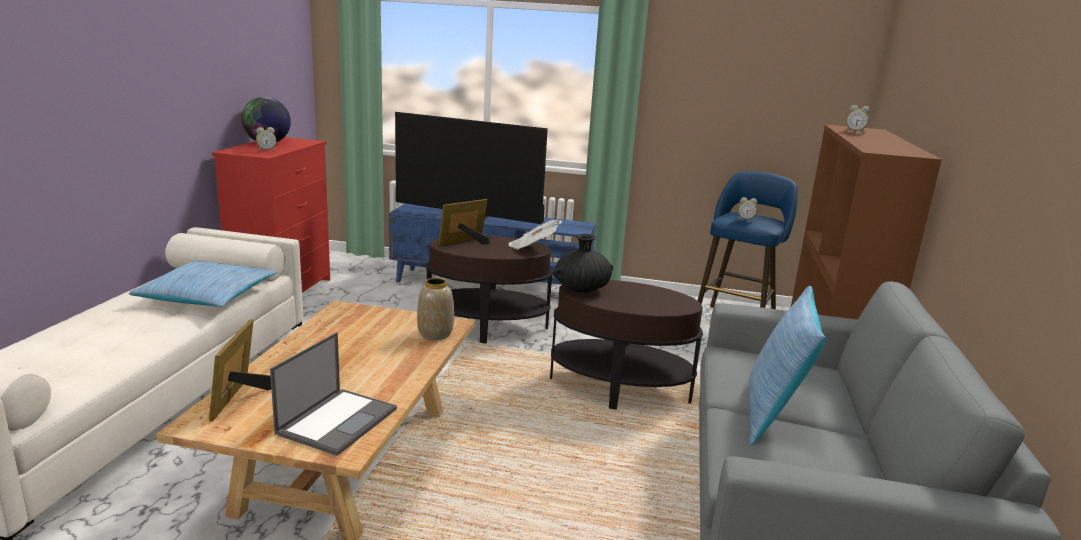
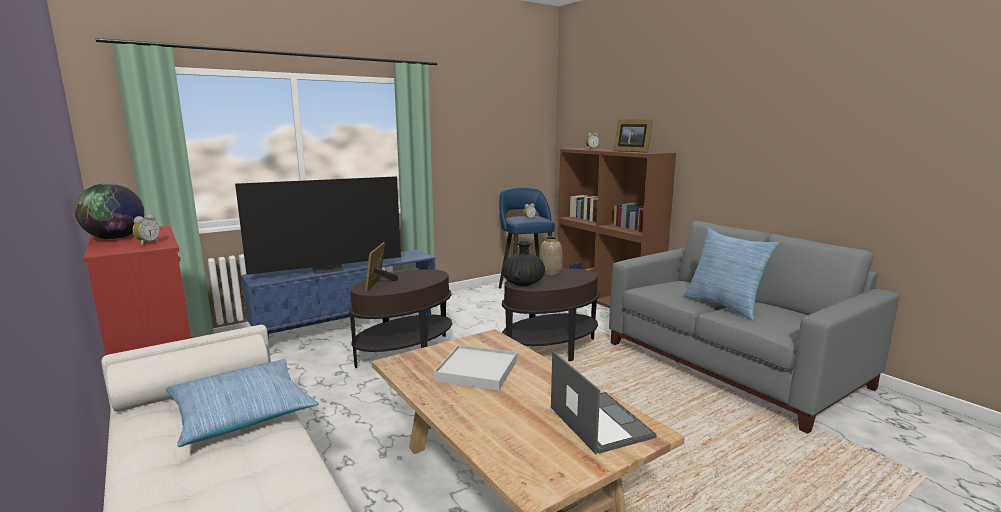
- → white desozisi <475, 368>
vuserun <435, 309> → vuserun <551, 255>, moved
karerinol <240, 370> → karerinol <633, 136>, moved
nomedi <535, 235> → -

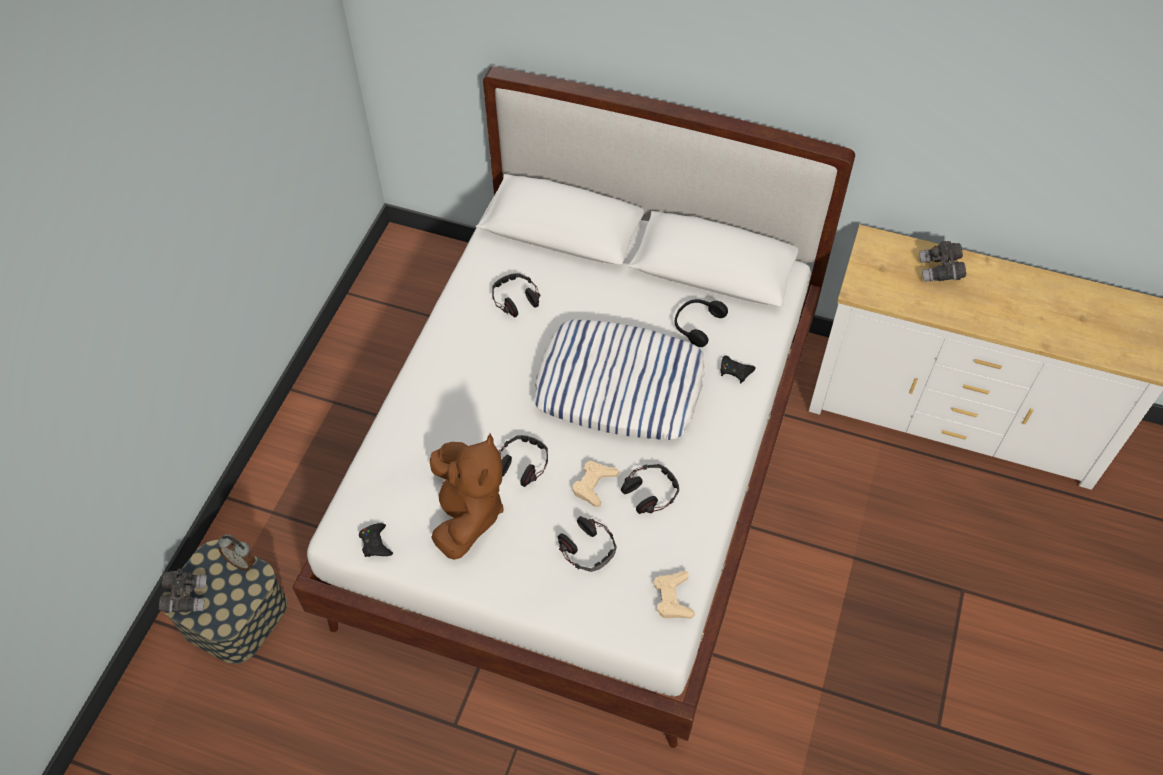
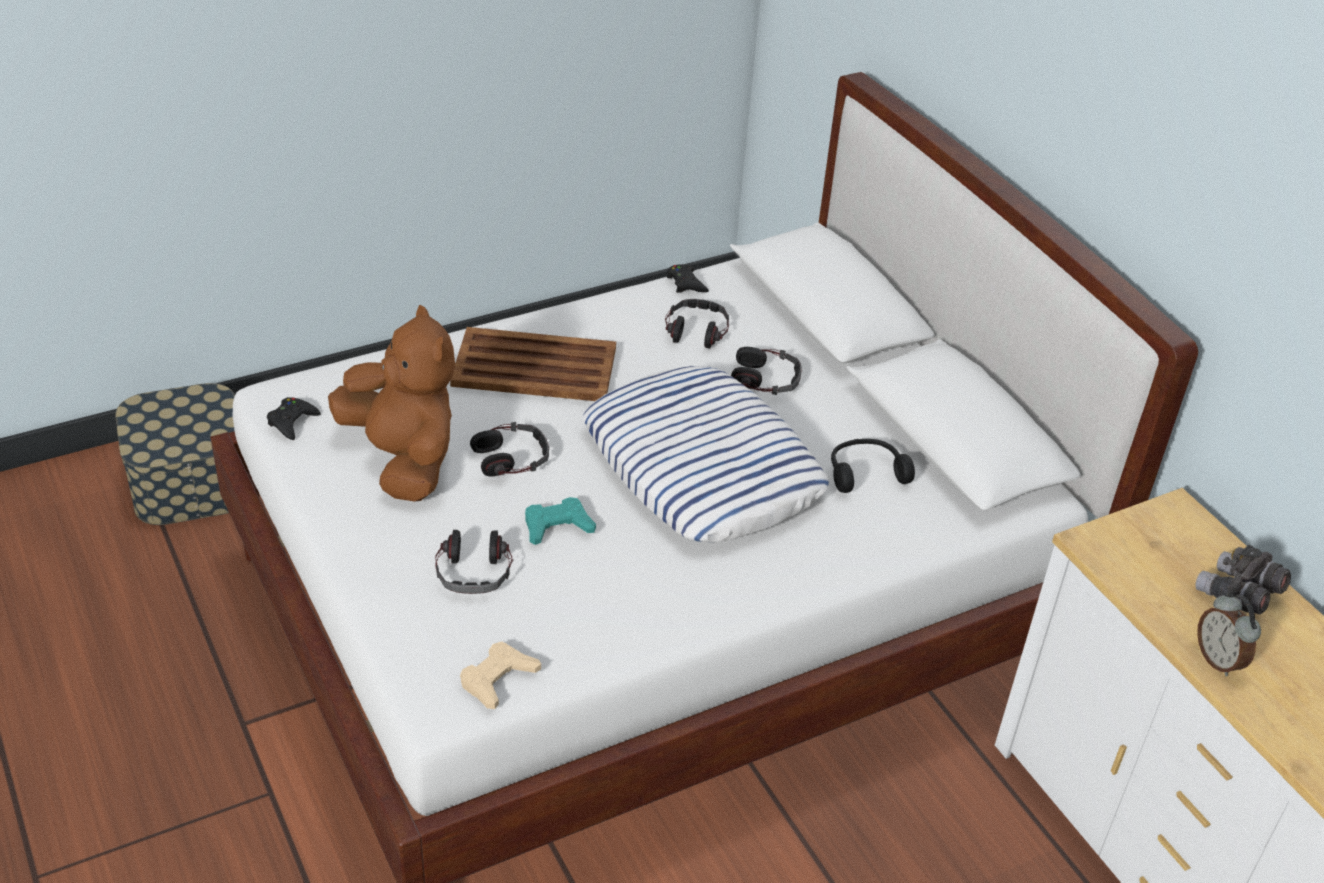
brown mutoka <467, 497> → brown mutoka <391, 403>, 75 degrees counterclockwise
- → brown desozisi <533, 364>
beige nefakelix <596, 484> → turquoise nefakelix <560, 521>
black nefakelix <738, 369> → black nefakelix <688, 278>, moved
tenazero <650, 489> → tenazero <766, 371>, moved
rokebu <237, 552> → rokebu <1229, 635>, moved
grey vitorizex <183, 591> → -

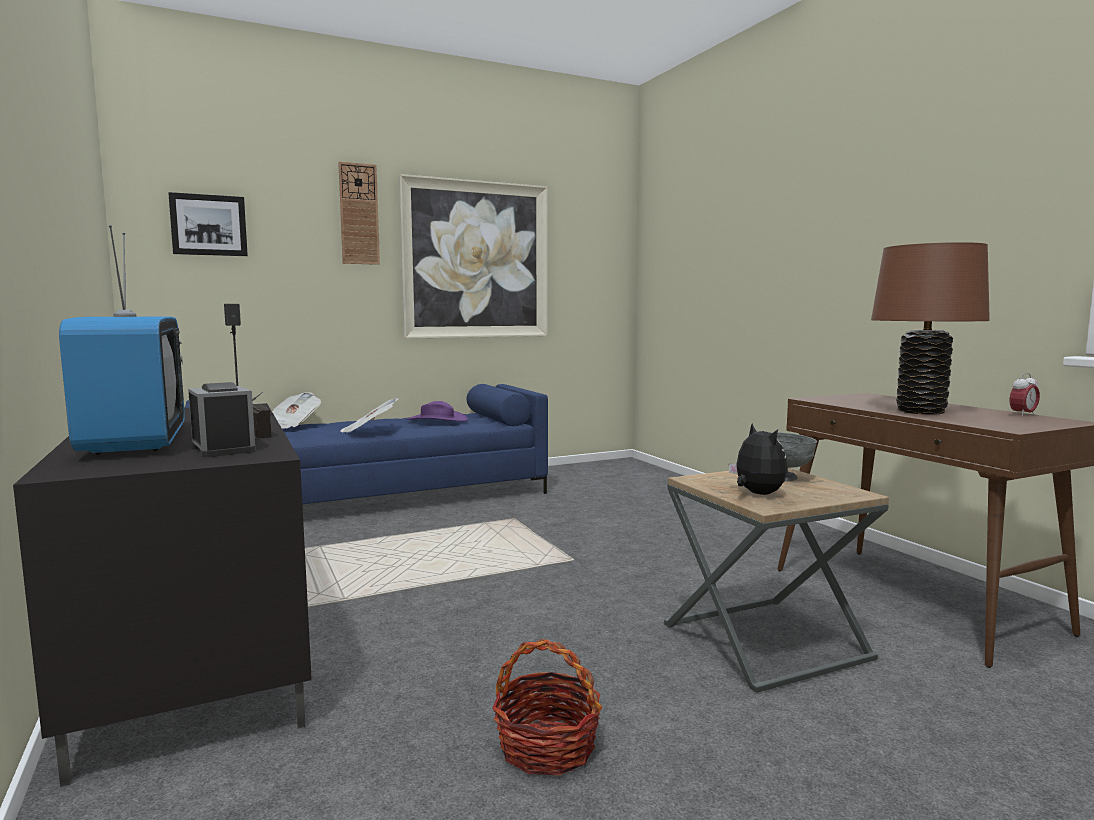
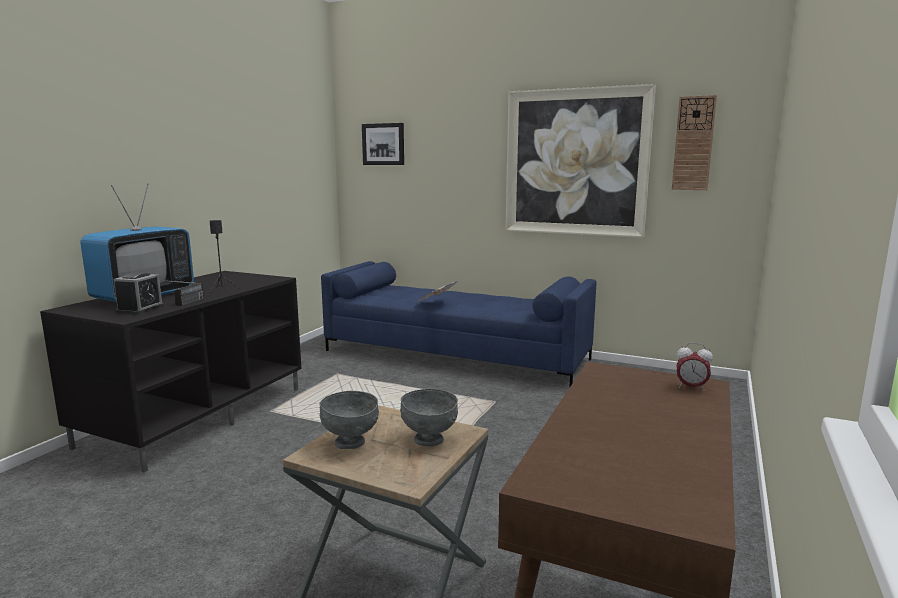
mutoka <758, 459> → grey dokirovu <349, 420>
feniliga <359, 213> → feniliga <694, 142>, moved
rokebu <1025, 395> → rokebu <695, 367>, moved
nomedi <296, 410> → -
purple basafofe <437, 411> → -
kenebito <547, 707> → -
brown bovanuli <930, 328> → -

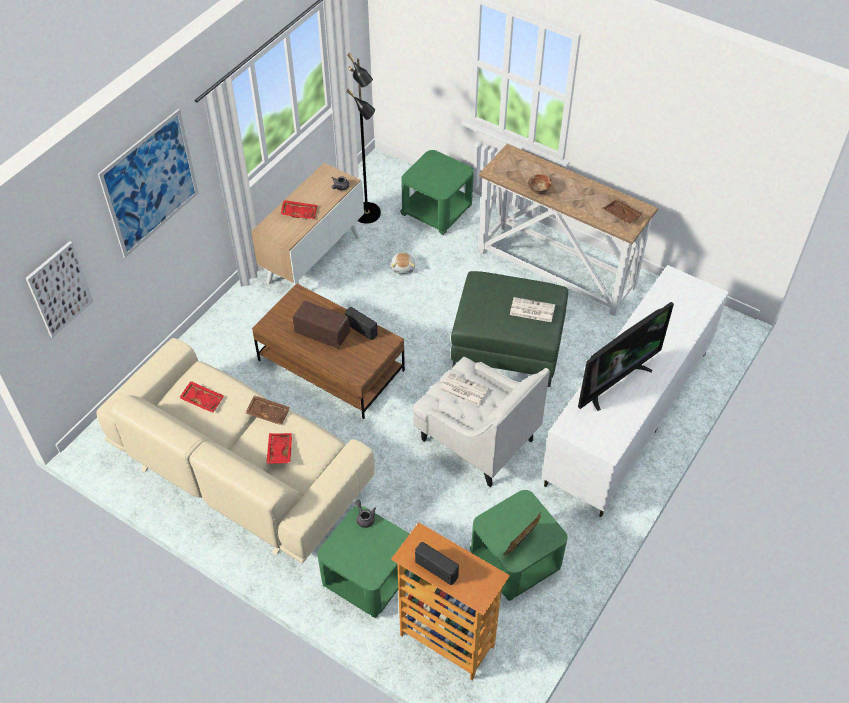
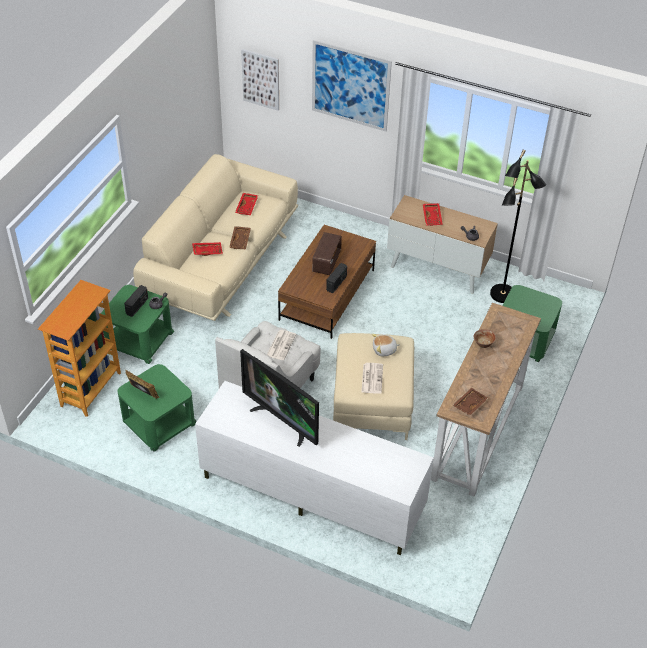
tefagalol <437, 563> → tefagalol <136, 301>, moved
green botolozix <509, 329> → beige botolozix <373, 386>
mutoka <403, 263> → mutoka <386, 345>, moved

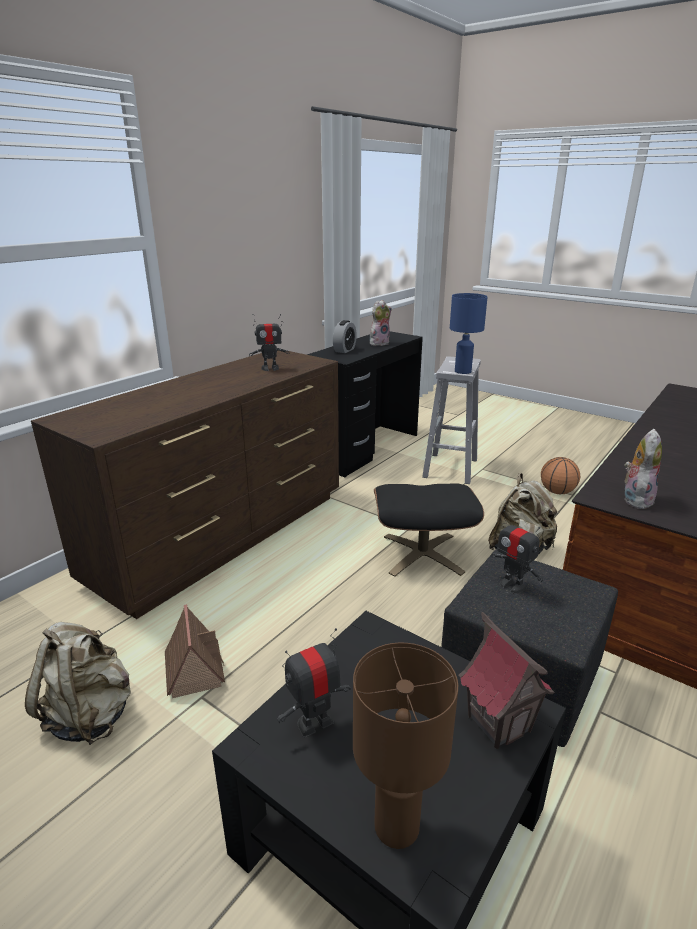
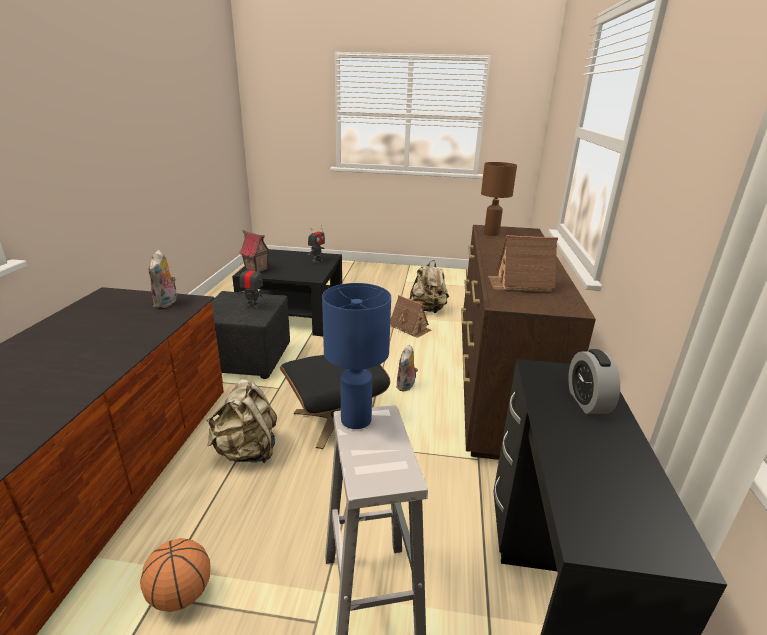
mutoka <381, 323> → mutoka <407, 368>, moved
brown bovanuli <405, 745> → brown bovanuli <499, 199>, moved
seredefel <269, 342> → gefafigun <523, 263>

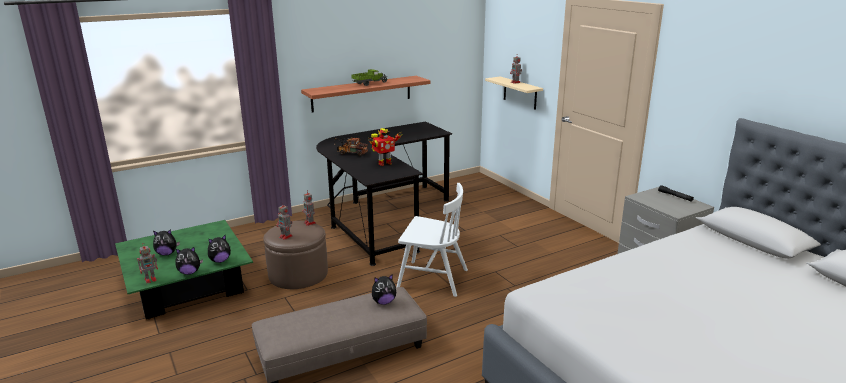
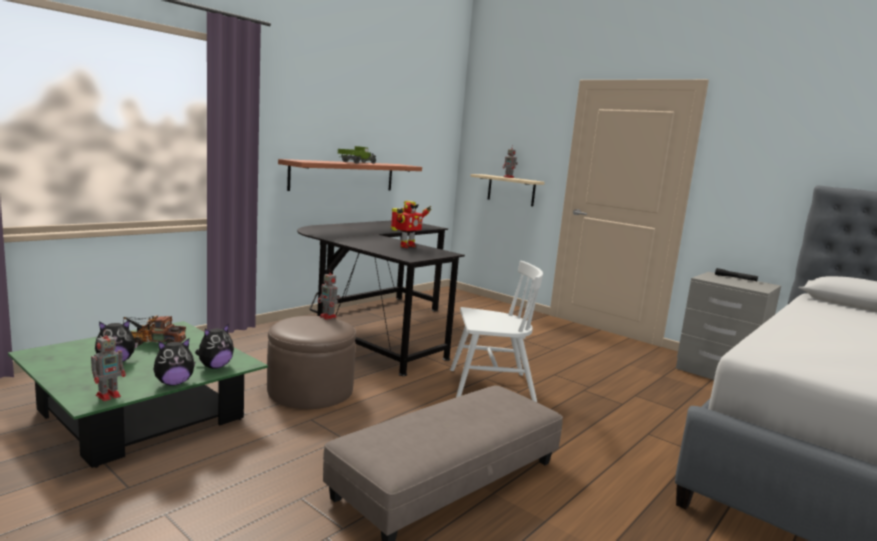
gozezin <351, 146> → gozezin <154, 330>, moved
seredefel <284, 221> → -
mutoka <384, 289> → -

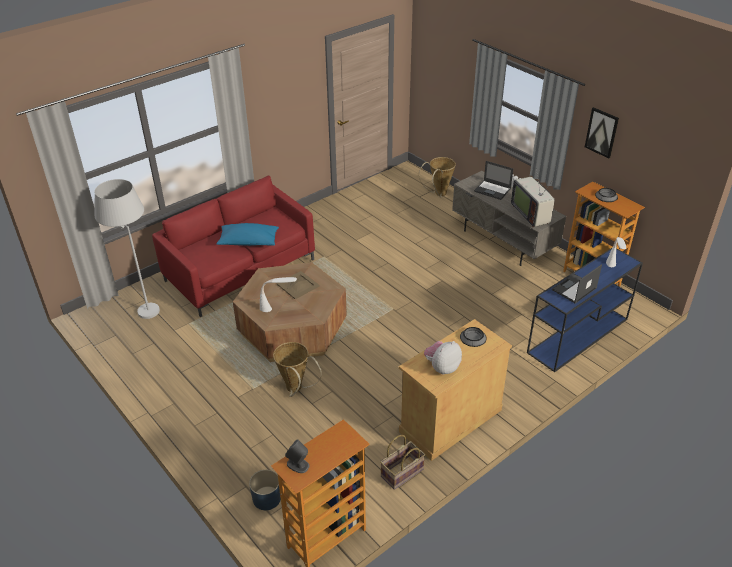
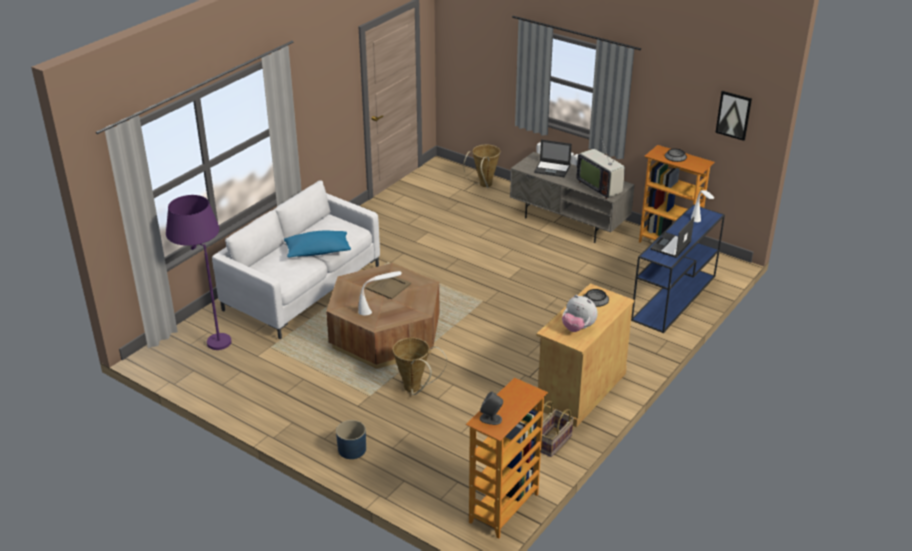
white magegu <127, 249> → purple magegu <199, 272>
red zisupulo <233, 246> → white zisupulo <296, 259>
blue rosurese <265, 490> → blue rosurese <351, 439>, moved
mutoka <443, 357> → mutoka <580, 313>, 90 degrees counterclockwise
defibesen <602, 132> → defibesen <733, 116>, moved

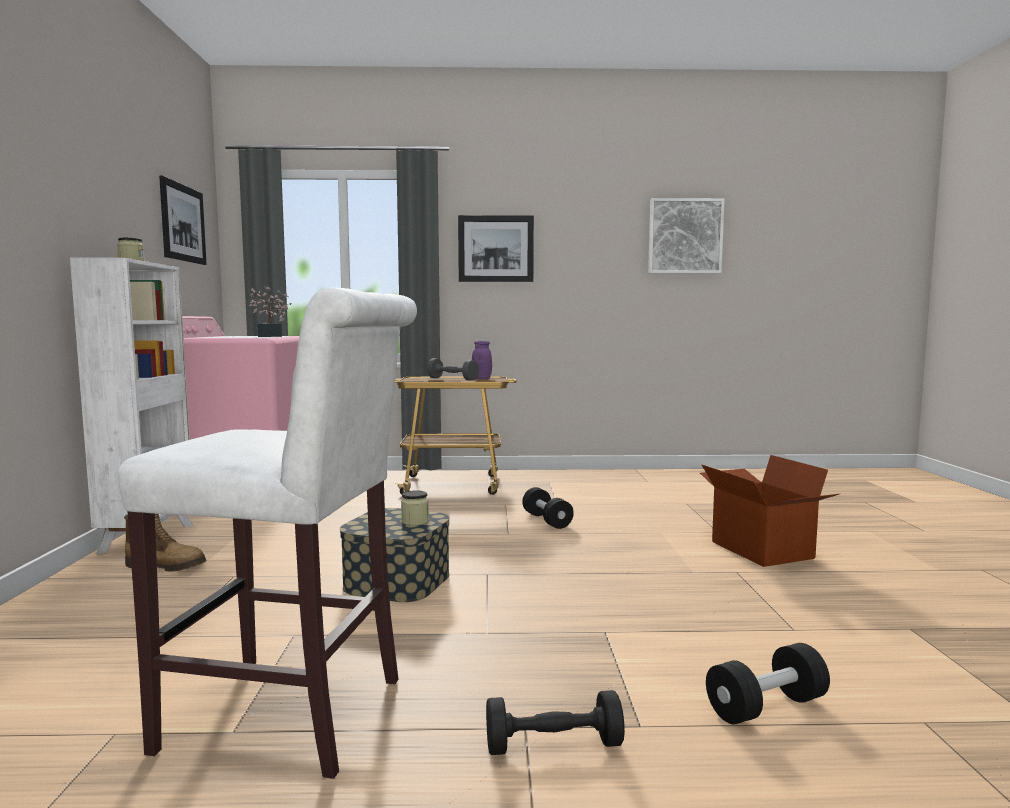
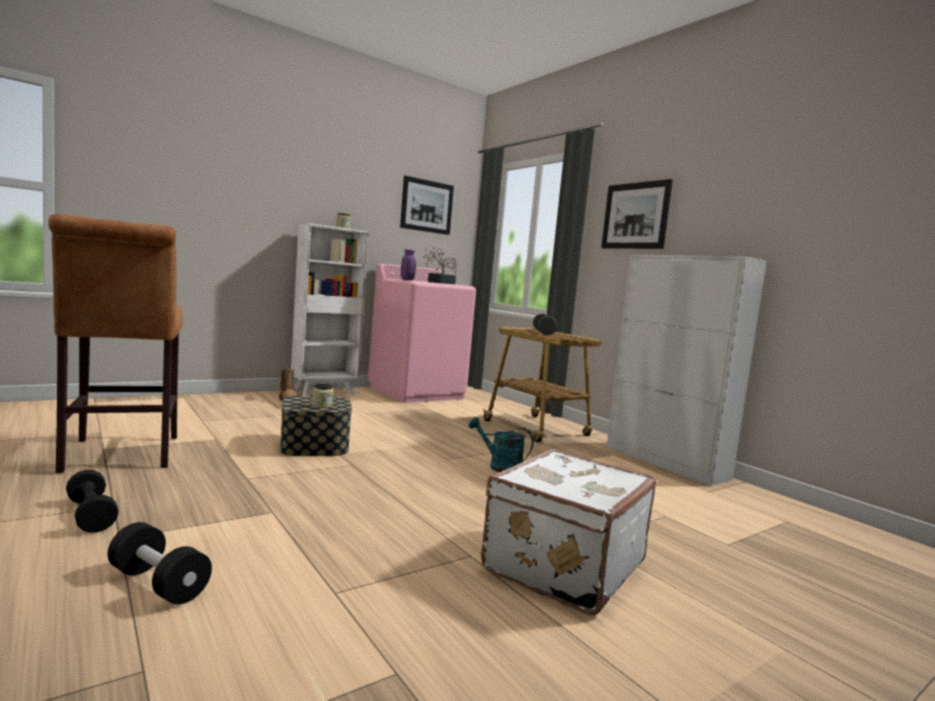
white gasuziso <267, 533> → brown gasuziso <115, 343>
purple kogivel <482, 360> → purple kogivel <408, 265>, moved
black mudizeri <548, 508> → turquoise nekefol <501, 444>
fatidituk <769, 511> → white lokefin <569, 532>
- → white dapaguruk <686, 370>
defibesen <686, 236> → -

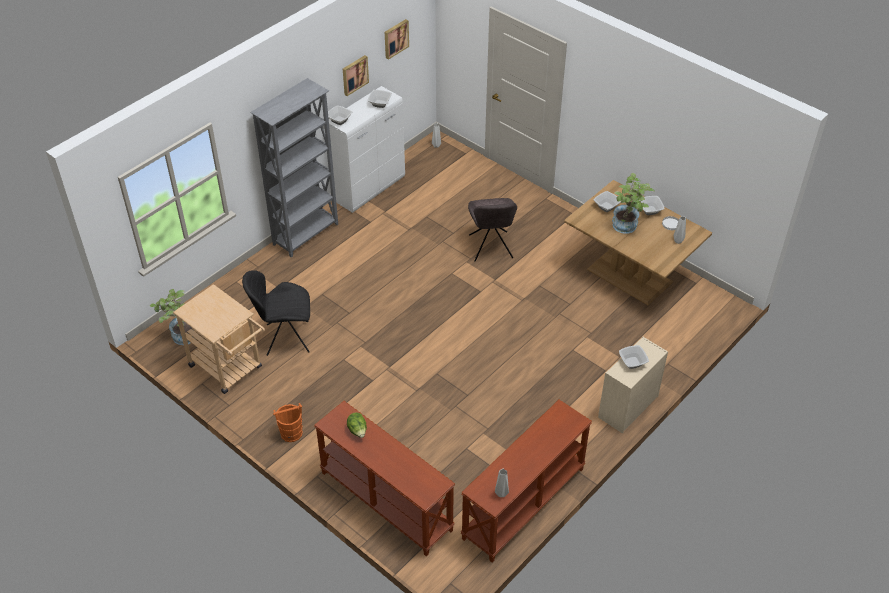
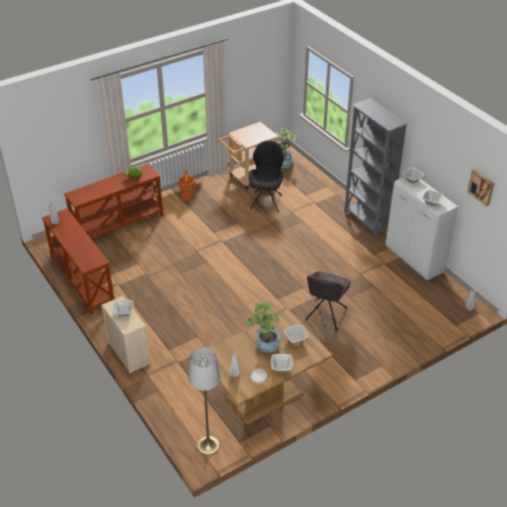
- → grey magegu <204, 401>
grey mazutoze <492, 230> → grey mazutoze <327, 300>, 75 degrees counterclockwise
defibesen <356, 75> → -

